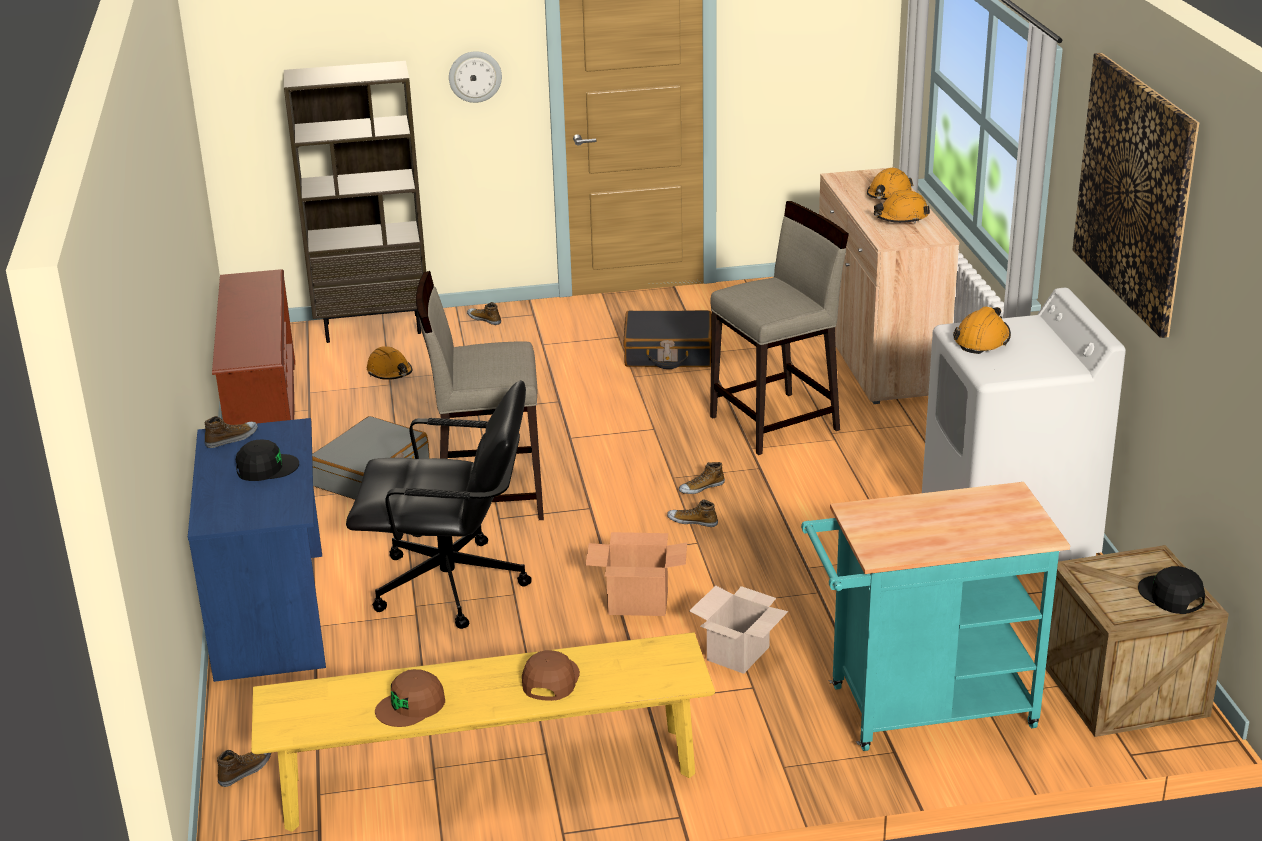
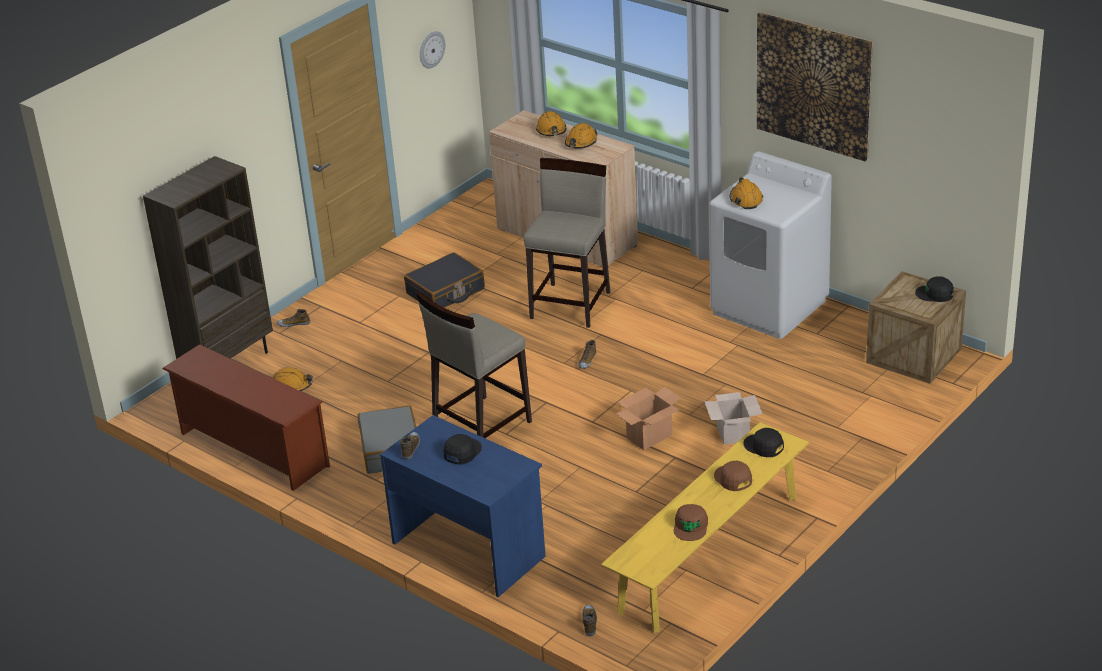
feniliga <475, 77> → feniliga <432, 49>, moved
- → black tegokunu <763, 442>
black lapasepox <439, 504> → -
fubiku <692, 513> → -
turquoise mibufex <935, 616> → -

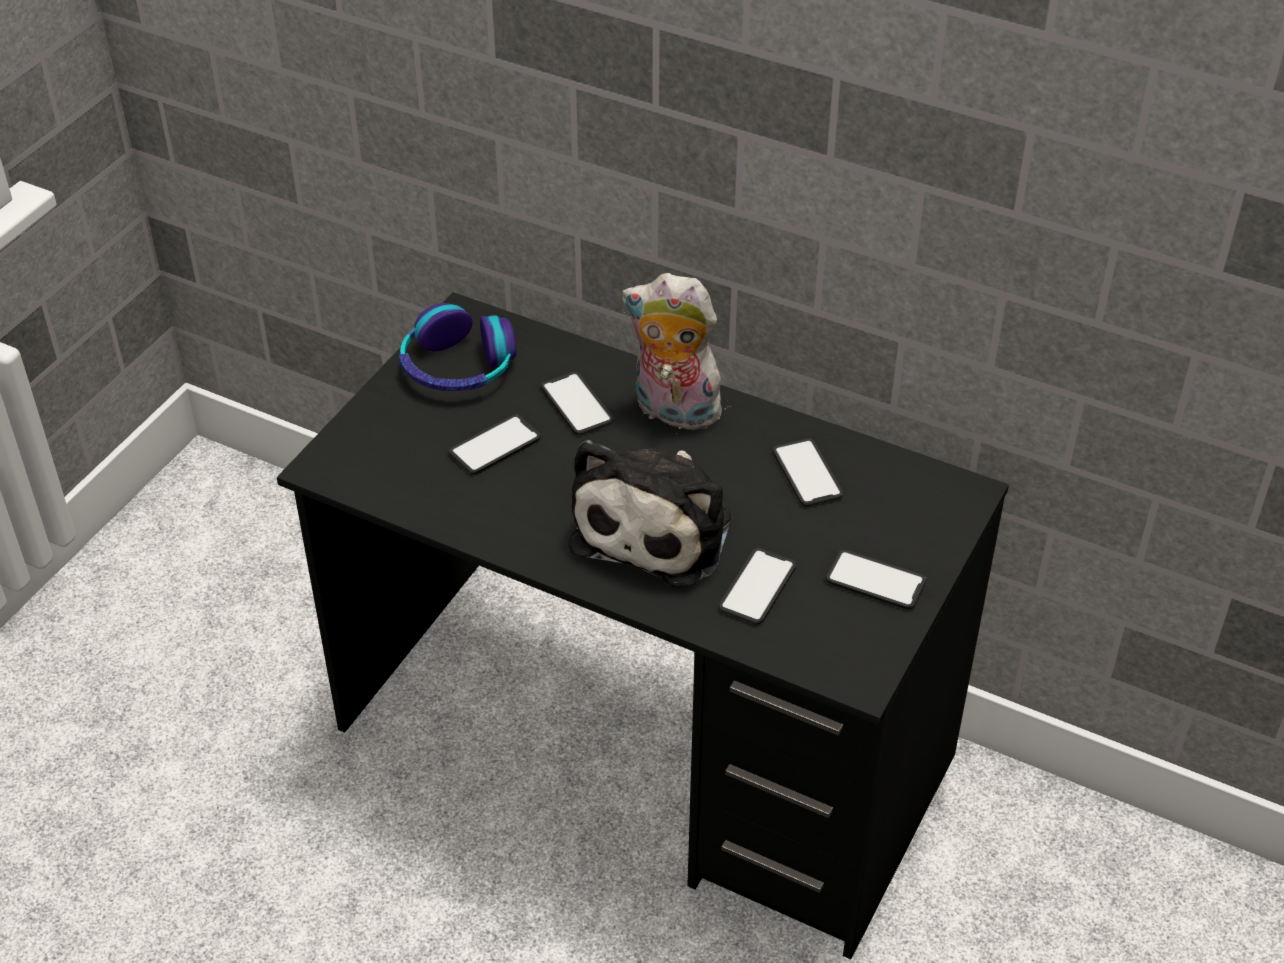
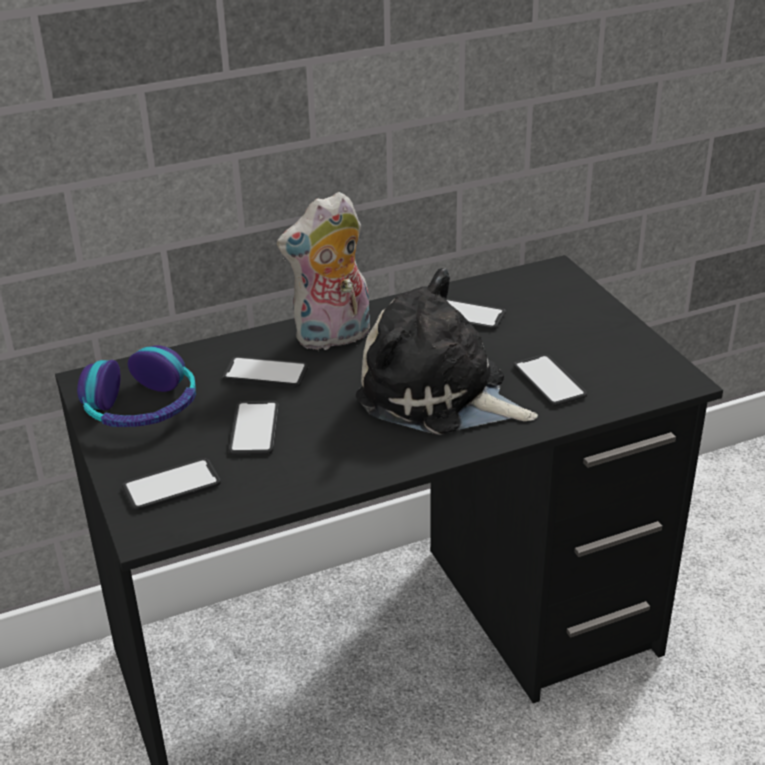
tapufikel <876, 579> → tapufikel <171, 484>, moved
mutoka <650, 513> → mutoka <447, 351>, 150 degrees clockwise

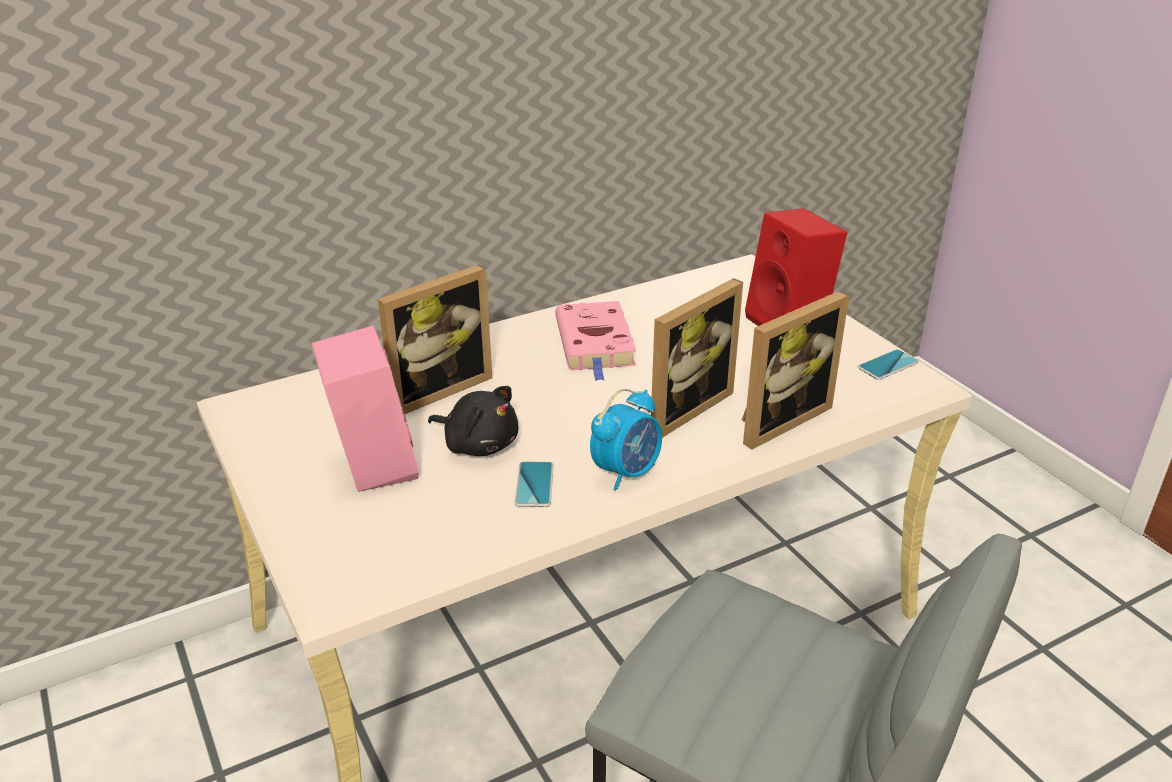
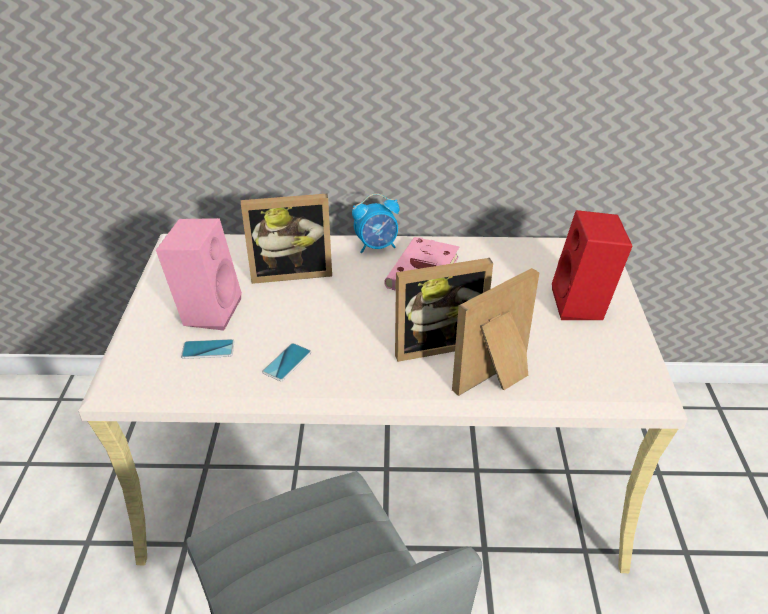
tapufikel <888, 364> → tapufikel <208, 349>, moved
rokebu <626, 440> → rokebu <375, 223>, moved
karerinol <795, 370> → karerinol <495, 332>, 150 degrees clockwise
black mutoka <473, 421> → -

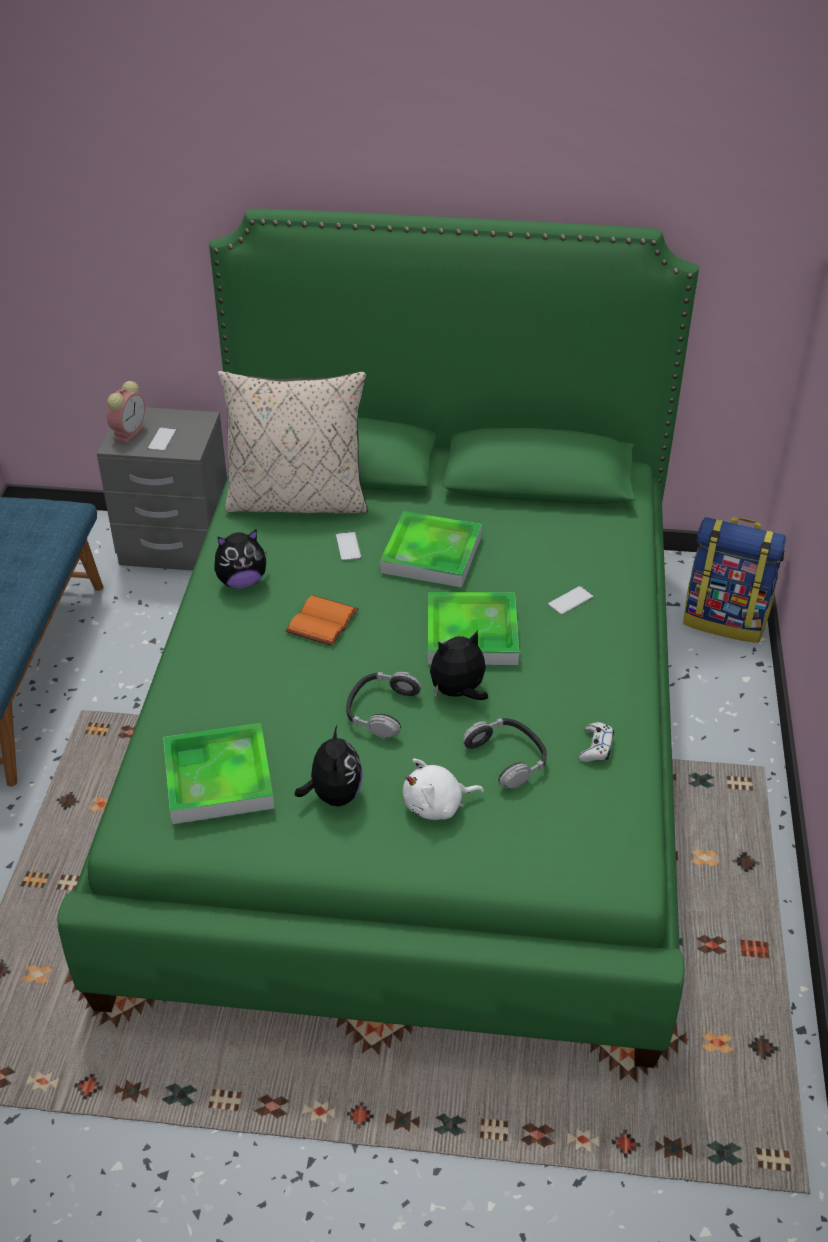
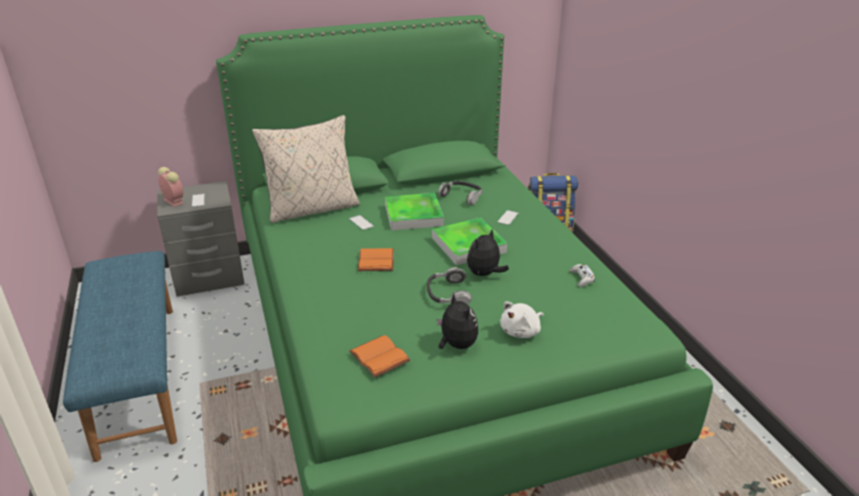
rokebu <126, 412> → rokebu <171, 187>, 45 degrees counterclockwise
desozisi <218, 773> → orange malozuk <379, 356>
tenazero <505, 753> → tenazero <460, 193>, moved
mutoka <240, 559> → -

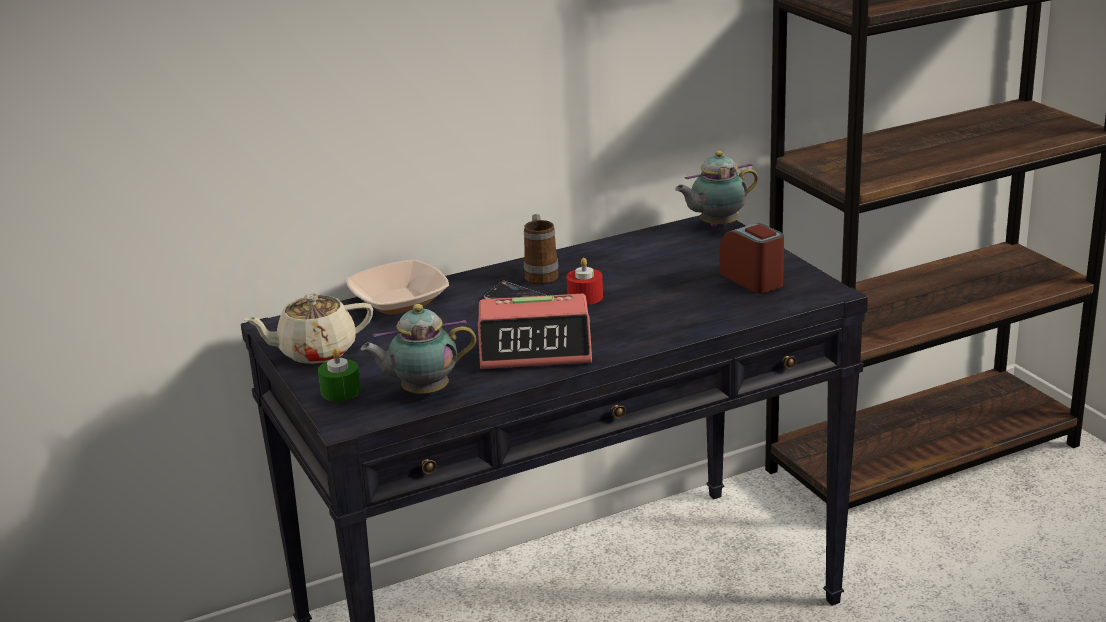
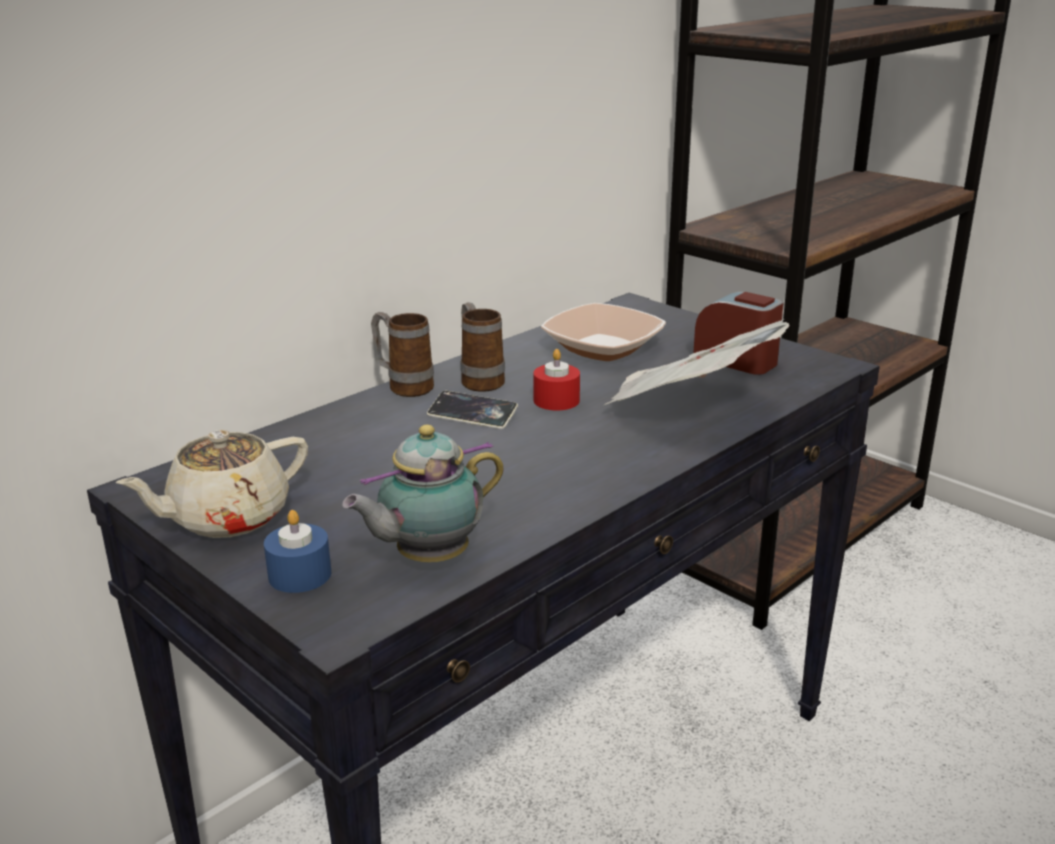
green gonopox <339, 374> → blue gonopox <297, 551>
- → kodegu <402, 354>
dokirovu <397, 287> → dokirovu <603, 332>, moved
- → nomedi <696, 362>
rokebu <535, 331> → -
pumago <716, 189> → -

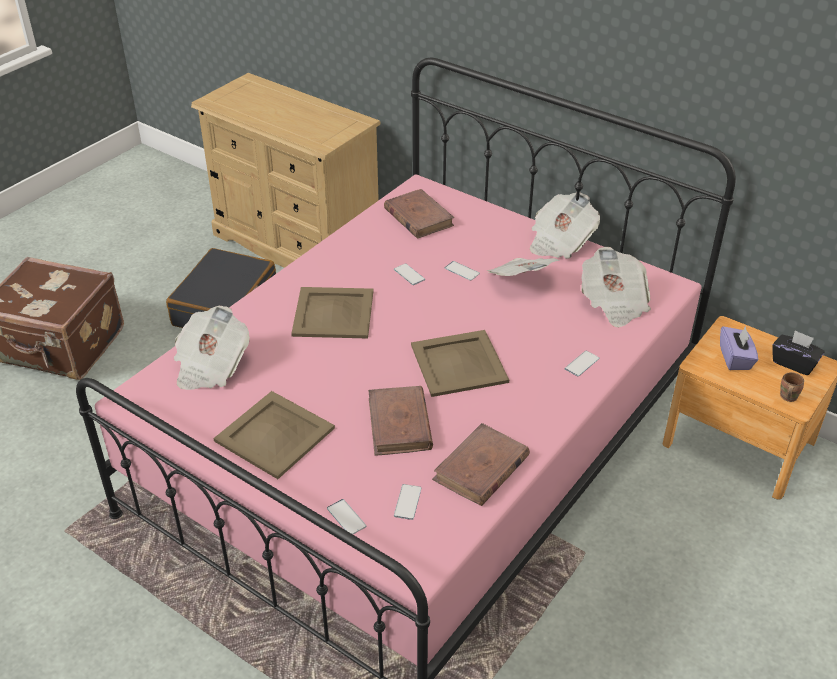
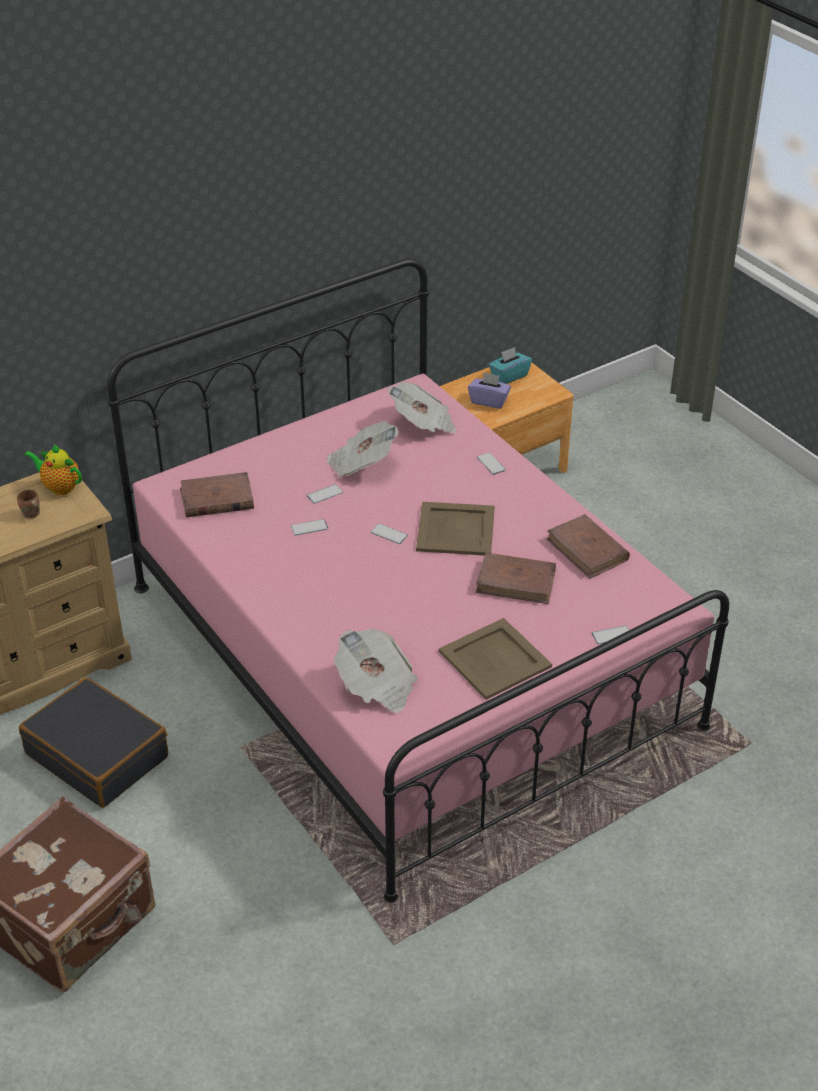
brown kodegu <792, 387> → brown kodegu <28, 503>, moved
- → pumago <53, 469>
tapufikel <408, 502> → tapufikel <389, 534>, moved
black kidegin <798, 352> → turquoise kidegin <510, 365>
beige desozisi <332, 313> → -
nomedi <565, 226> → -

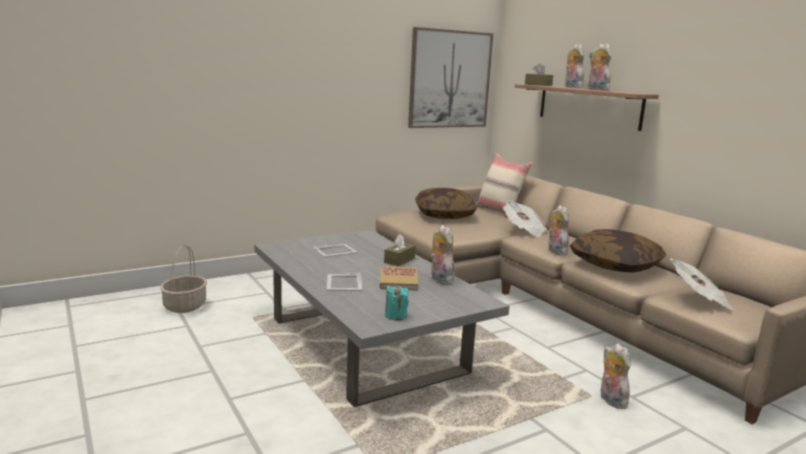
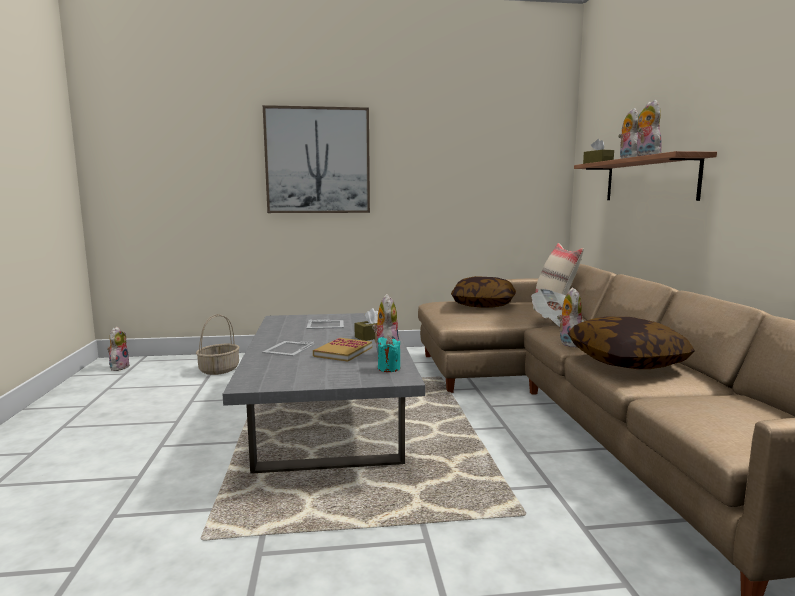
mutoka <616, 376> → mutoka <118, 349>, moved
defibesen <450, 77> → defibesen <316, 159>, moved
turquoise gonopox <397, 303> → turquoise gonopox <388, 354>, moved
nomedi <701, 284> → -

